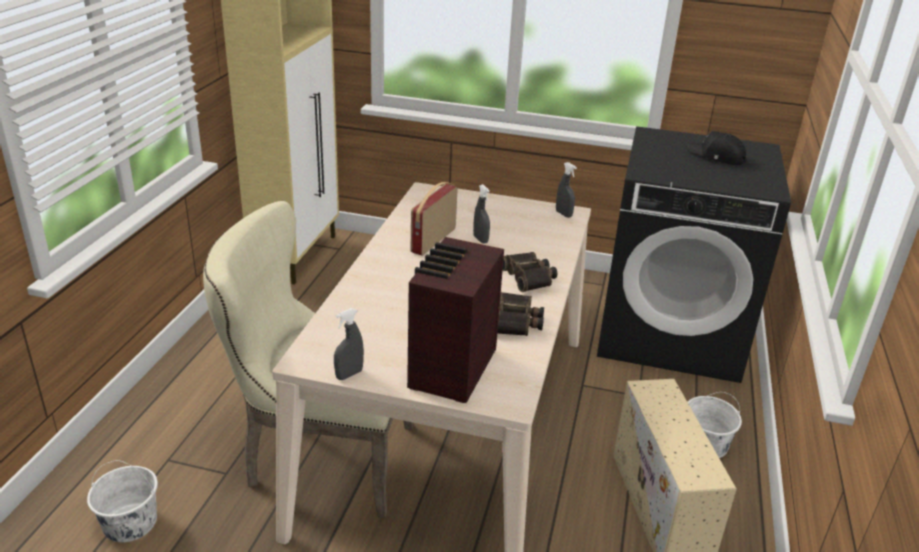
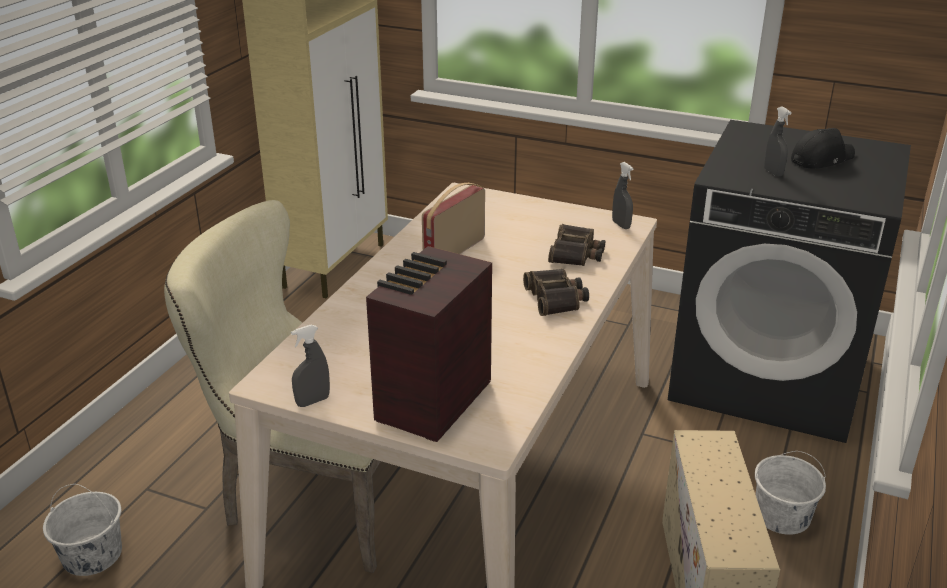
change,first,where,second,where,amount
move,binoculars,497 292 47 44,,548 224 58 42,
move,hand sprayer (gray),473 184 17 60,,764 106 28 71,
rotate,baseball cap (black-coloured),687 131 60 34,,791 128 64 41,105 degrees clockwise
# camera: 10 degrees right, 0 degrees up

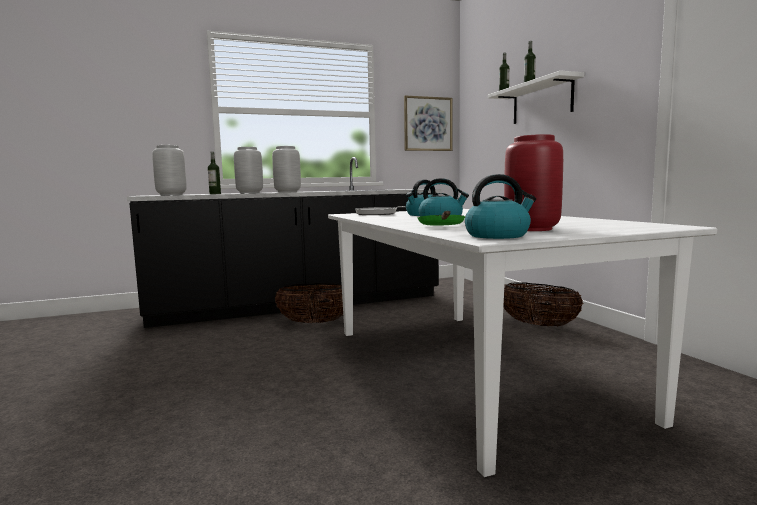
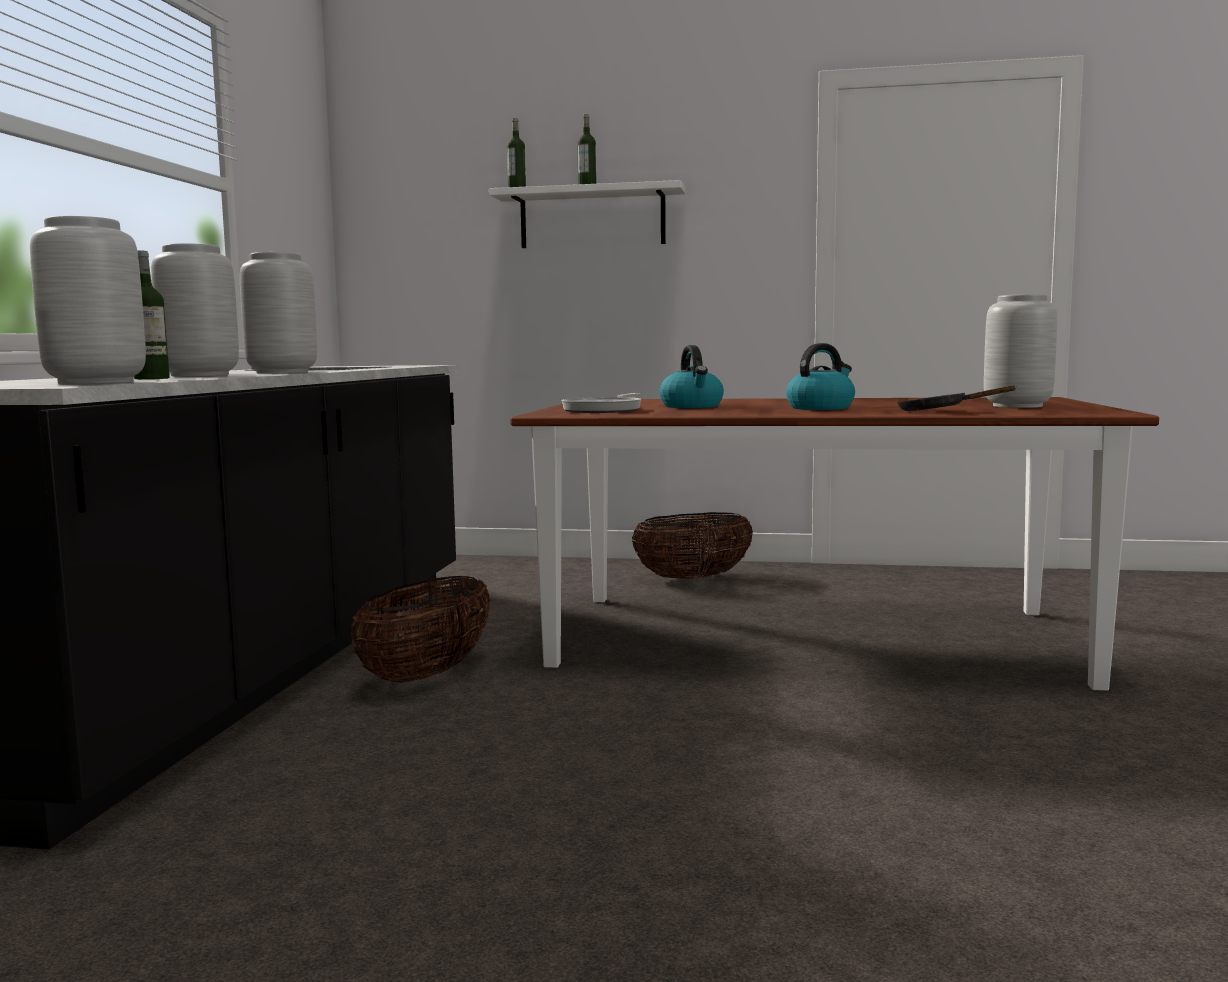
change,first,where,second,where,amount
recolor,dining table (whitish),328 209 389 268,dining table (brown-coloured),511 397 648 294,
recolor,skillet (greenish),417 211 48 15,skillet (black-coloured),897 385 120 26,
recolor,vase (red-coloured),504 134 59 97,vase (gray),984 294 73 114,
delete,picture,404 95 48 56,,,
delete,tea kettle,465 174 71 65,,,
# camera: 60 degrees left, 0 degrees up

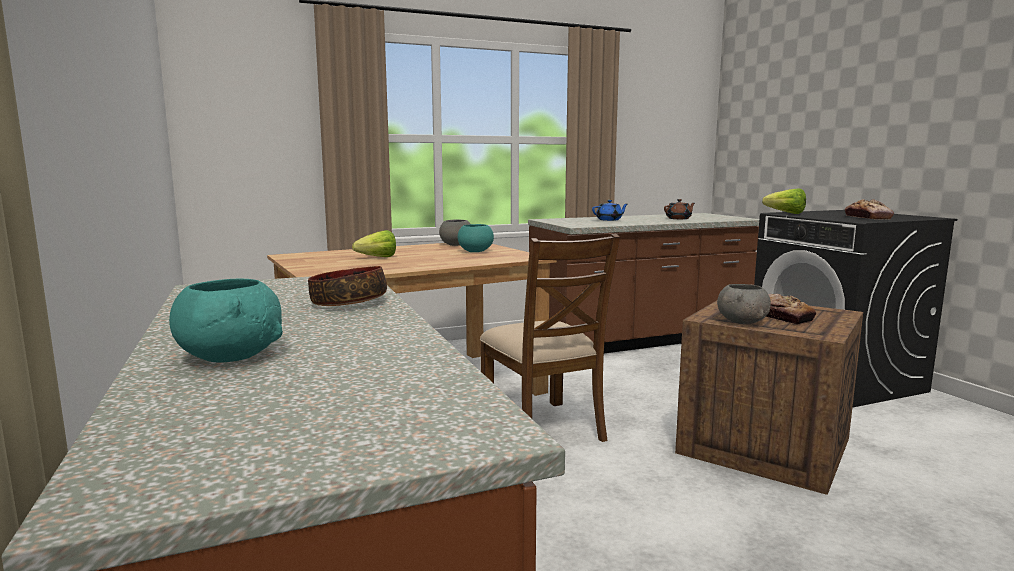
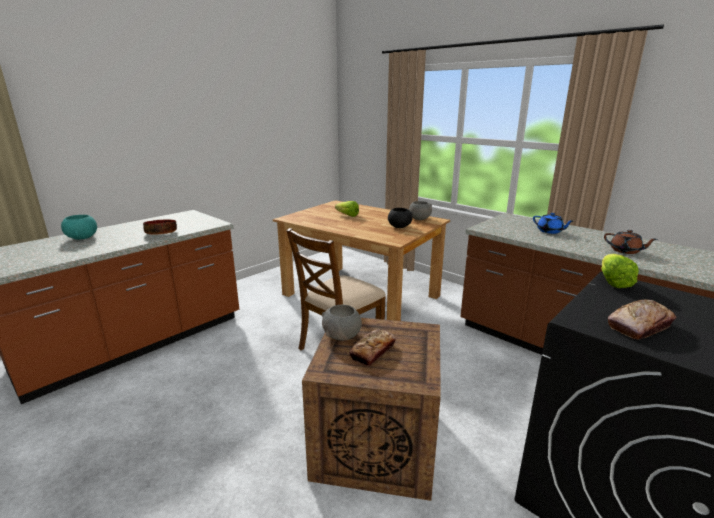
change,first,where,second,where,amount
recolor,bowl (blue-green),458 224 36 28,bowl (black-coloured),388 208 24 20,
# camera: 65 degrees right, 10 degrees up

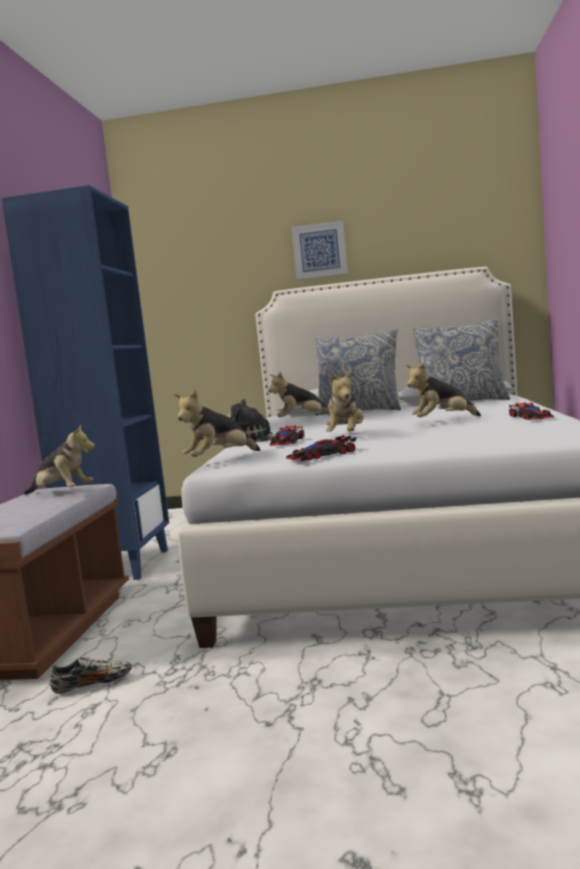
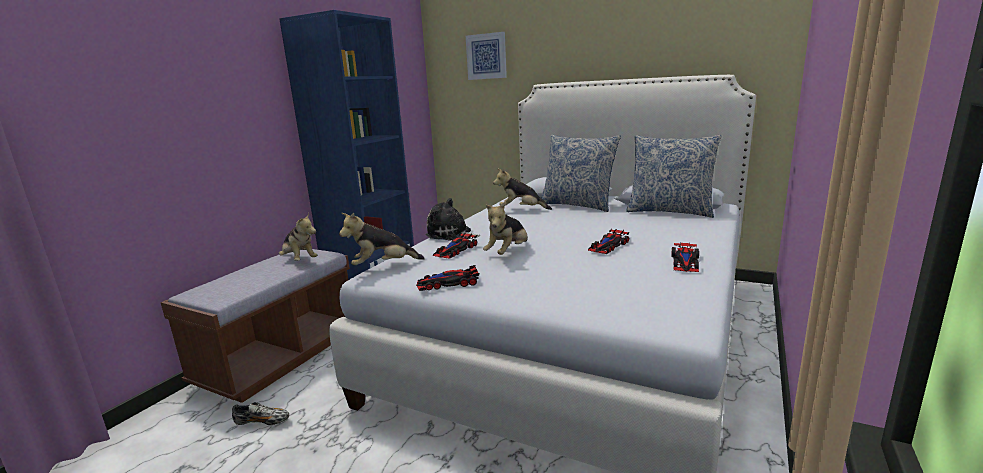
change,first,where,second,where,amount
move,picture,291 220 57 60,,466 32 41 48,
replace,soft toy,406 362 75 55,toy car,588 229 41 25,
# camera: 20 degrees right, 10 degrees up

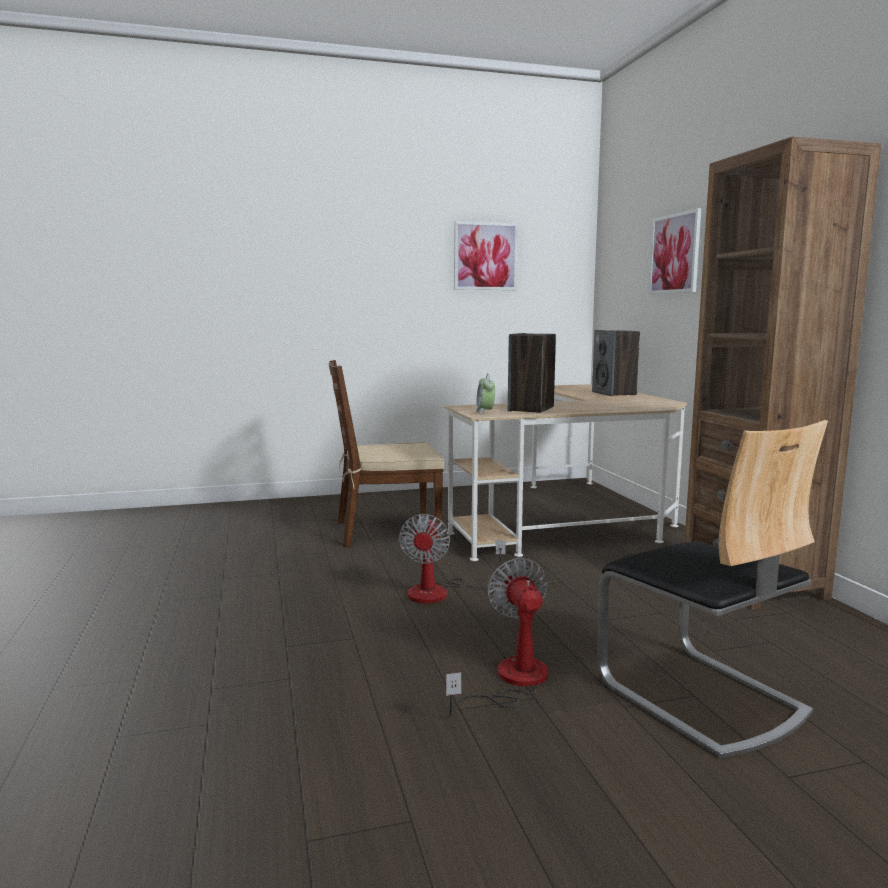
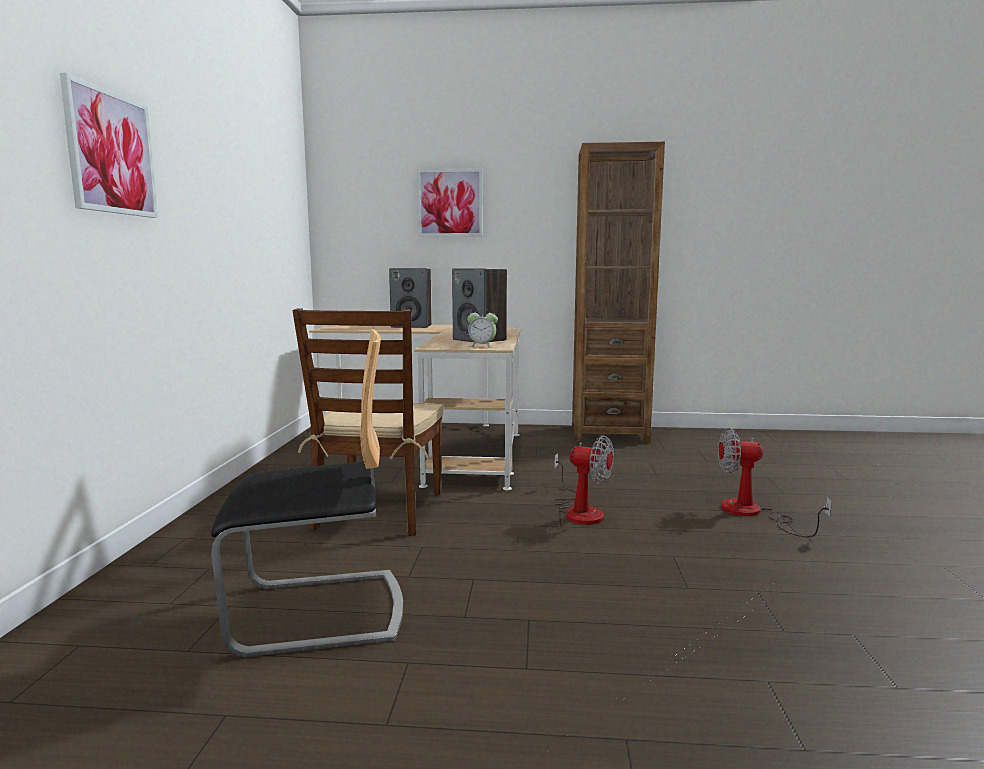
change,first,where,second,where,amount
move,picture,454 221 64 69,,60 73 98 145,
move,chair,597 420 231 339,,211 329 192 328,
# camera: 70 degrees left, 0 degrees up

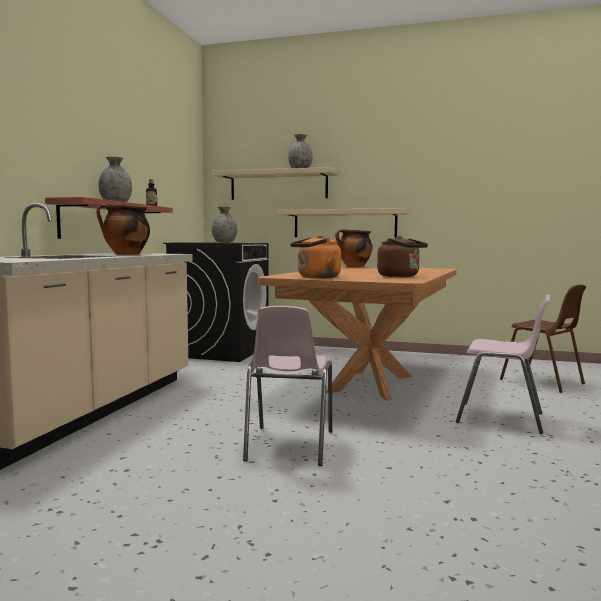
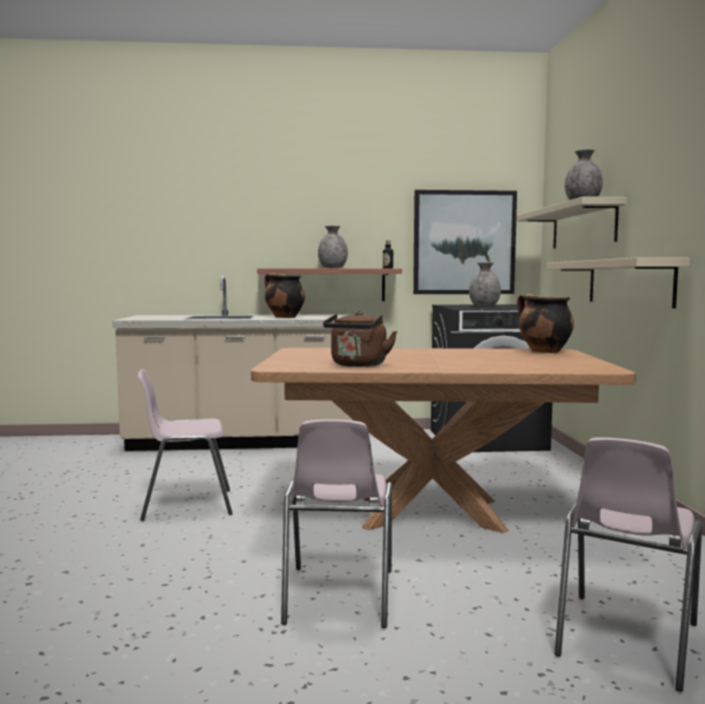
change,first,where,second,where,amount
insert,,,picture,413 190 104 104,
recolor,chair (brown-coloured),500 285 86 108,chair (pink),554 437 148 255,
delete,tea kettle (orange-coloured),290 235 51 43,,,
# camera: 70 degrees right, 0 degrees up

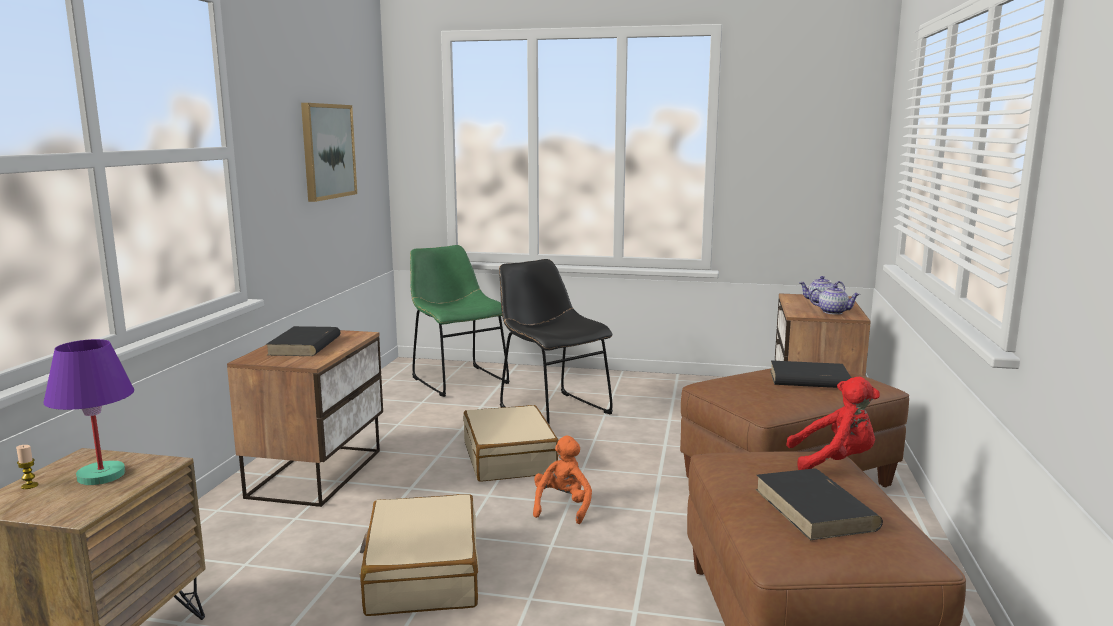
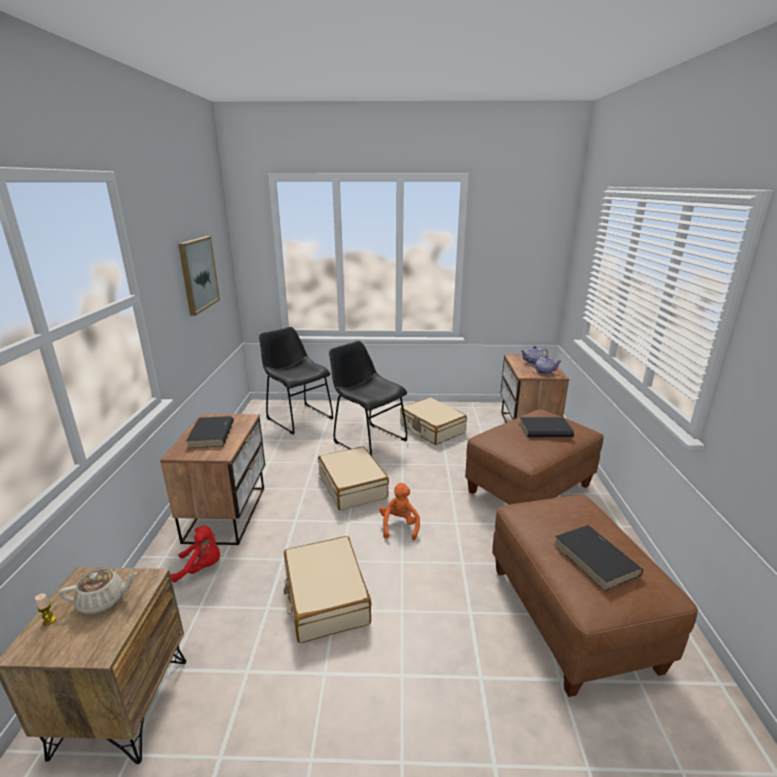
change,first,where,second,where,amount
replace,tabletop lamp (purple-coloured),43 339 91 146,teapot (beige),59 568 79 46,
move,soft toy (red-coloured),786 377 94 93,,170 526 50 57,
recolor,chair (greenish),410 245 99 152,chair (black-coloured),259 327 74 107,
insert,,,piece of luggage (beige),400 398 67 47,
# camera: 10 degrees left, 10 degrees up

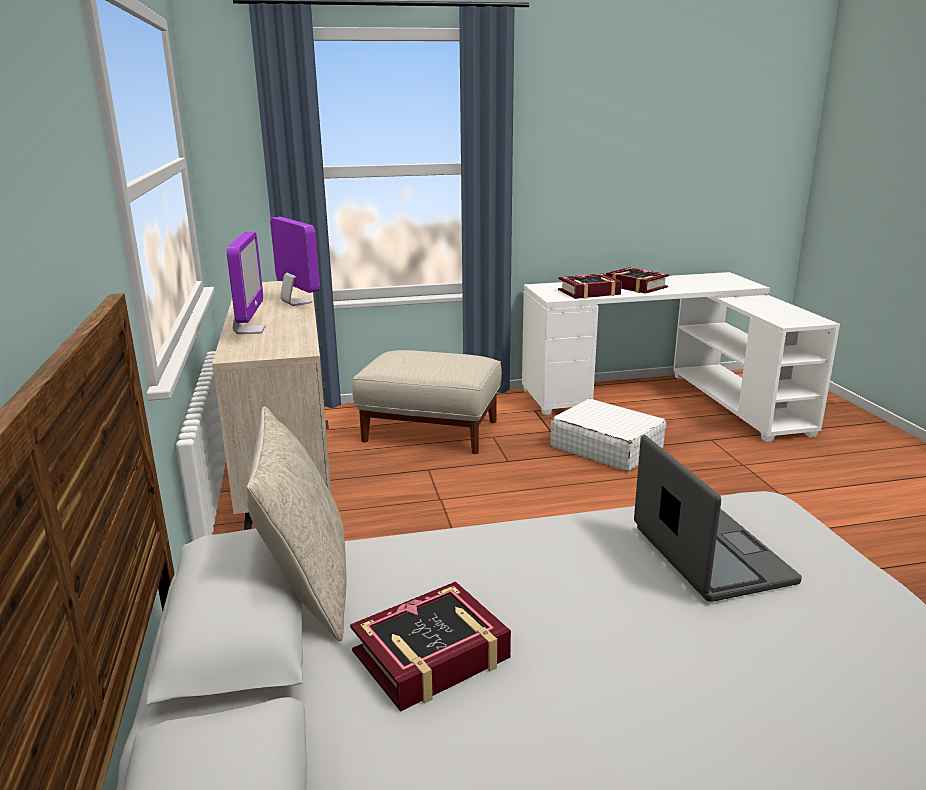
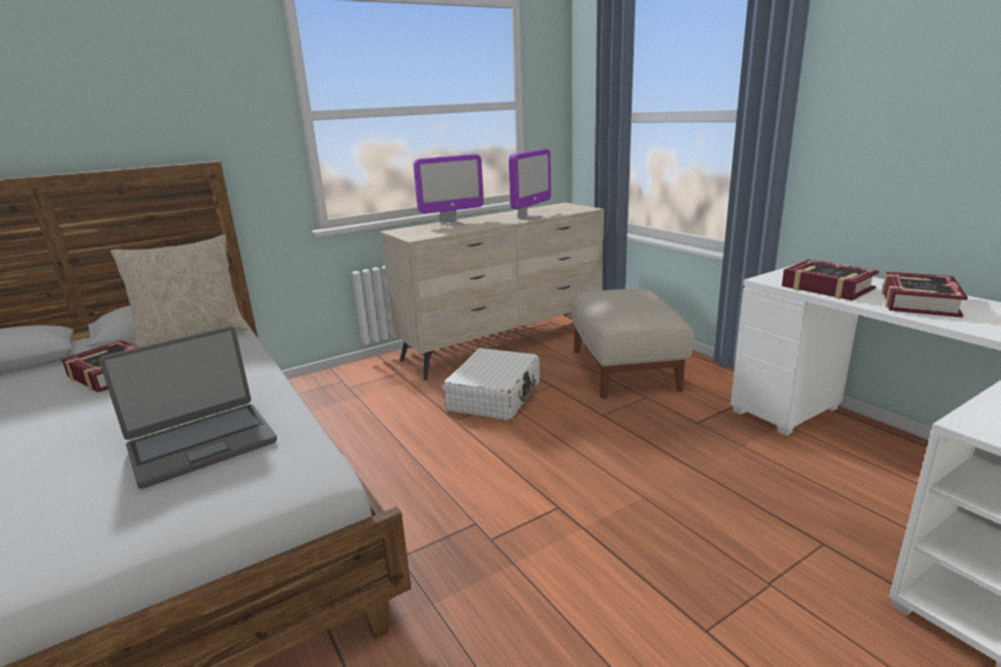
change,first,where,second,where,amount
move,piece of luggage (whitish),551 399 115 72,,443 348 97 73,
# camera: 70 degrees right, 0 degrees up

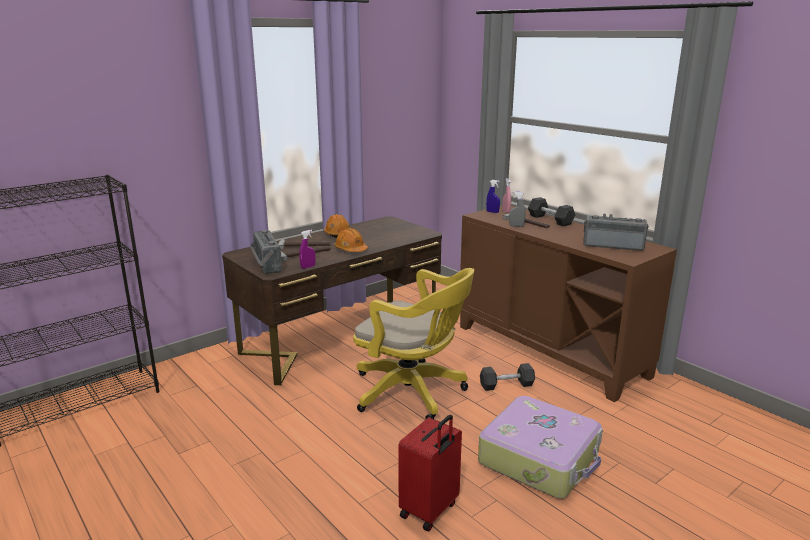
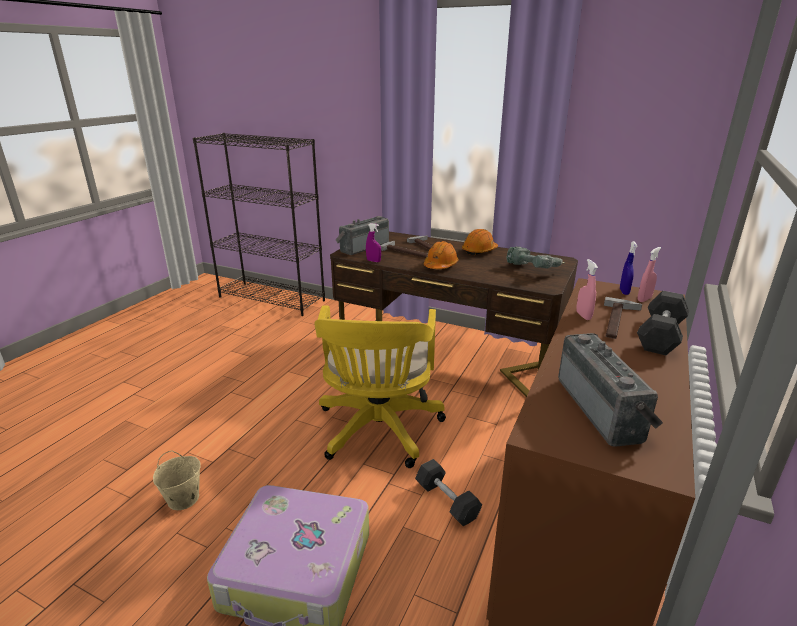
change,first,where,second,where,amount
replace,piece of luggage (red-coloured),398 414 64 117,water bucket (beige),153 450 48 60,
insert,,,power drill,507 246 59 23,
recolor,hand sprayer (gray),509 191 16 36,hand sprayer (pink),576 259 22 61,
# camera: 65 degrees right, 5 degrees up

